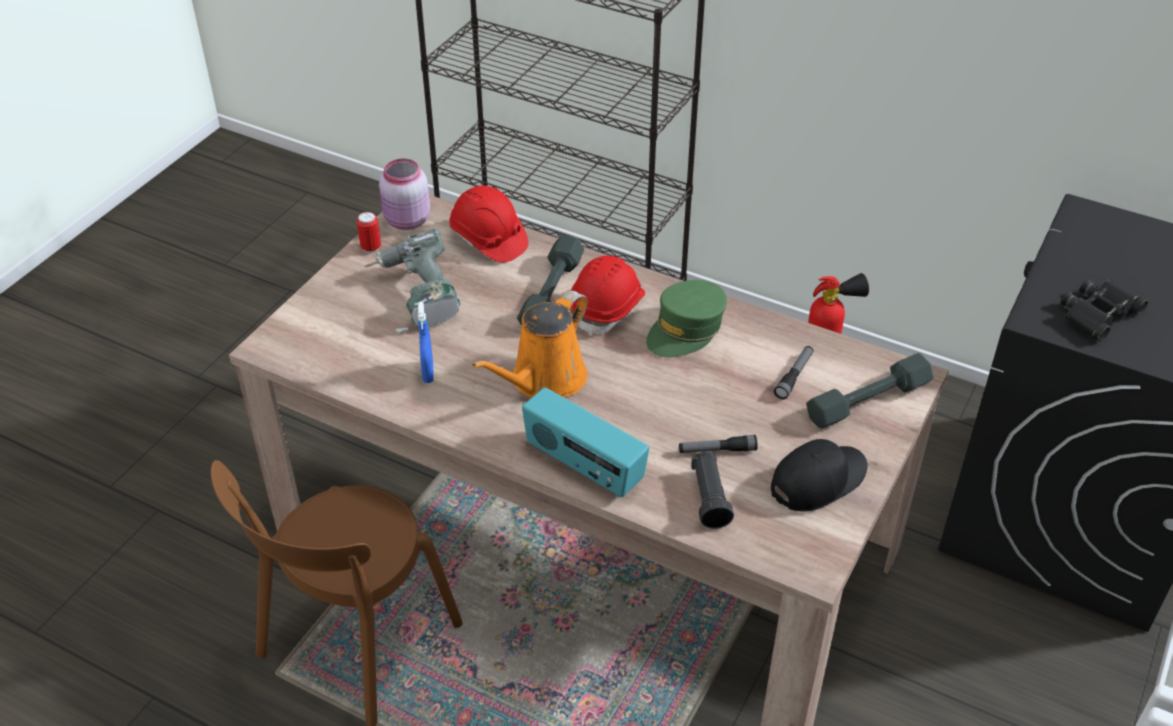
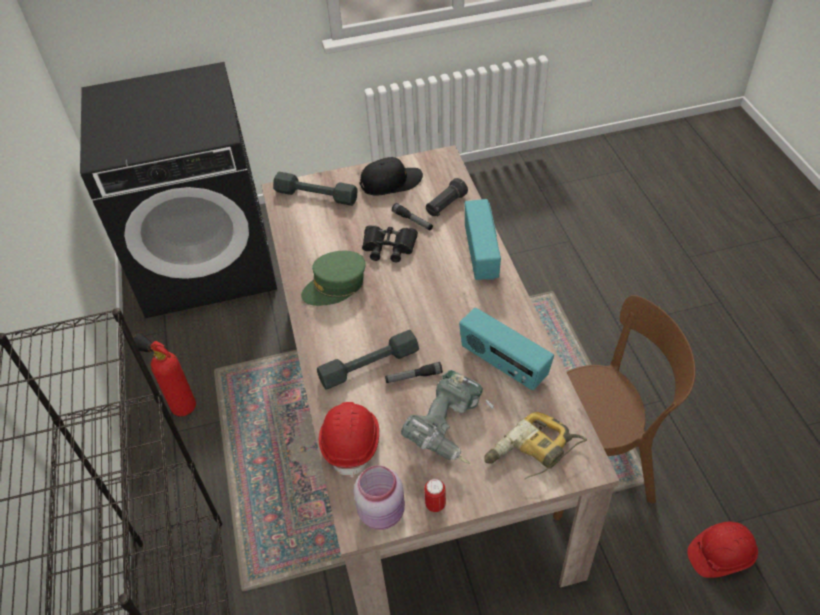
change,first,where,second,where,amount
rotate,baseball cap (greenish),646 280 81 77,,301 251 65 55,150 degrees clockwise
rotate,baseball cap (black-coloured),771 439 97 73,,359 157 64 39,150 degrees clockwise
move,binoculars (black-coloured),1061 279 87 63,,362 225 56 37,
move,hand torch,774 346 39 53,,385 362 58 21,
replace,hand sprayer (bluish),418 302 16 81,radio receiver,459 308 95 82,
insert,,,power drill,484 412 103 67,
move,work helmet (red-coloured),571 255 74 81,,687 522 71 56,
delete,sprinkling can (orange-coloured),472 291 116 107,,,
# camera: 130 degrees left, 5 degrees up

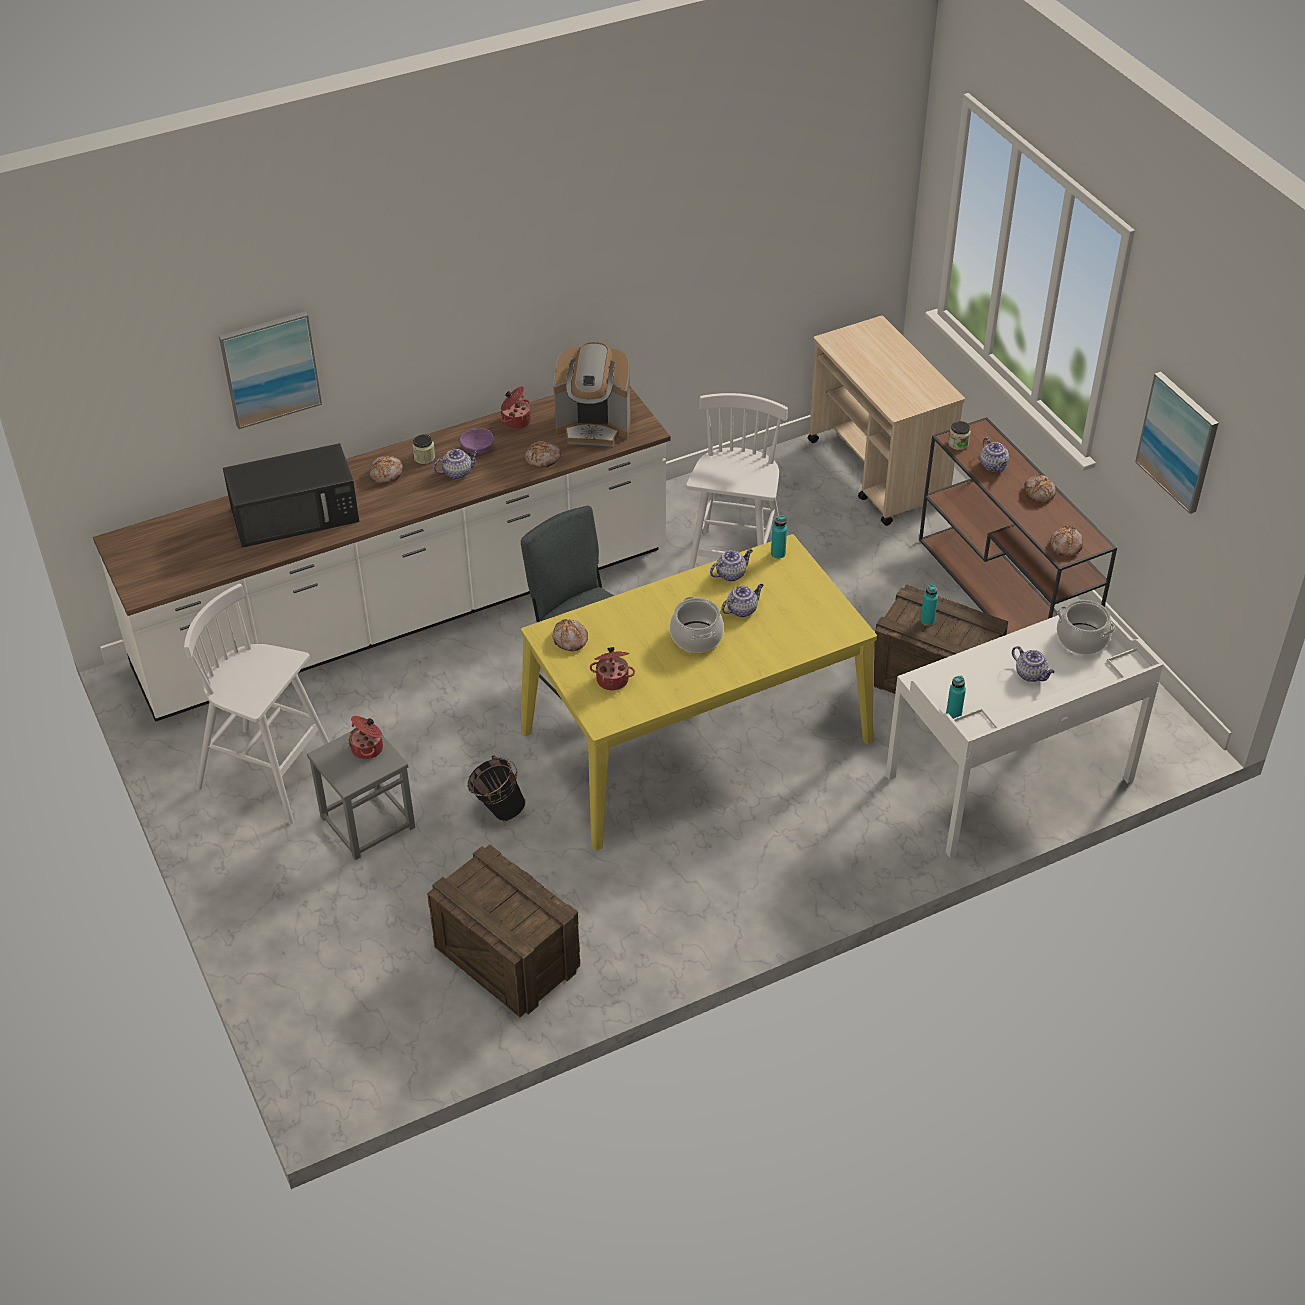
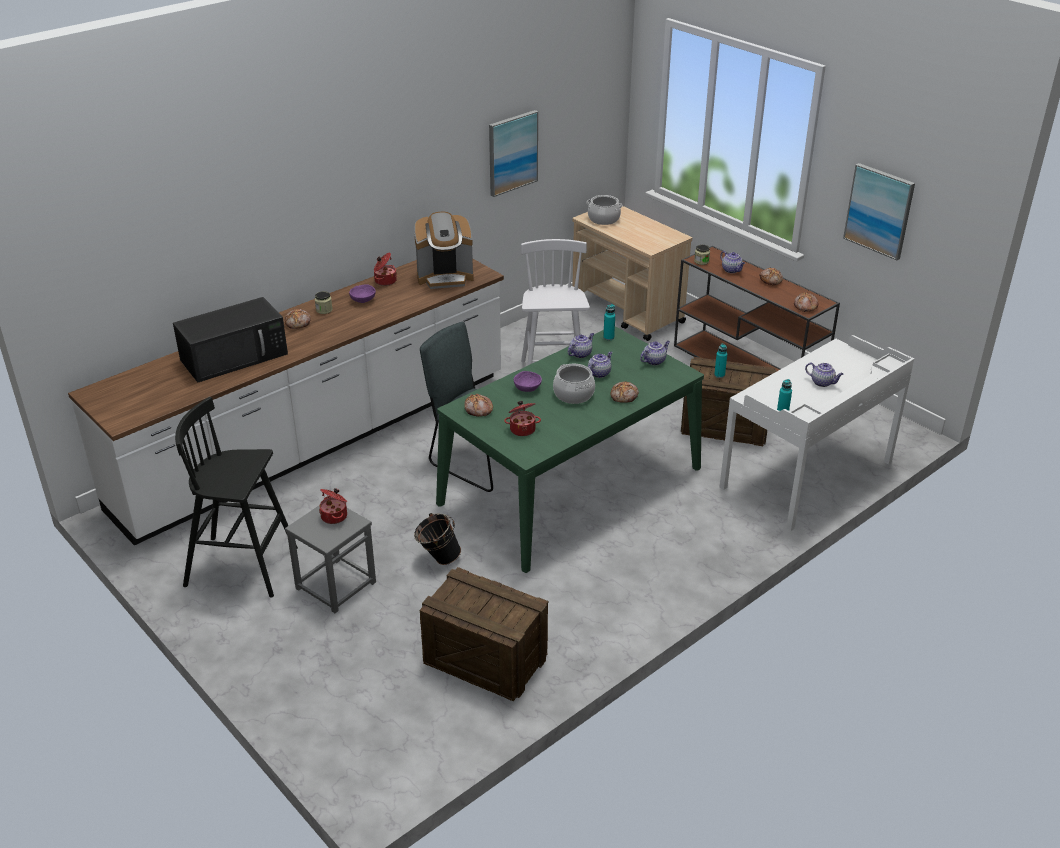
change,first,where,second,where,amount
recolor,stool seat (whitish),184 584 145 240,stool seat (black-coloured),175 397 123 201,
recolor,dining table (yellow-coloured),521 534 356 317,dining table (greenish),436 326 268 247,
move,picture,219 311 103 118,,489 110 49 87,
insert,,,bowl (purple-coloured),514 371 28 21,
move,saucepot,1057 600 59 55,,586 195 37 30,
move,baked bread,525 441 36 26,,610 381 29 22,
move,teapot,433 449 46 30,,640 341 30 24,
# camera: 15 degrees left, 10 degrees down

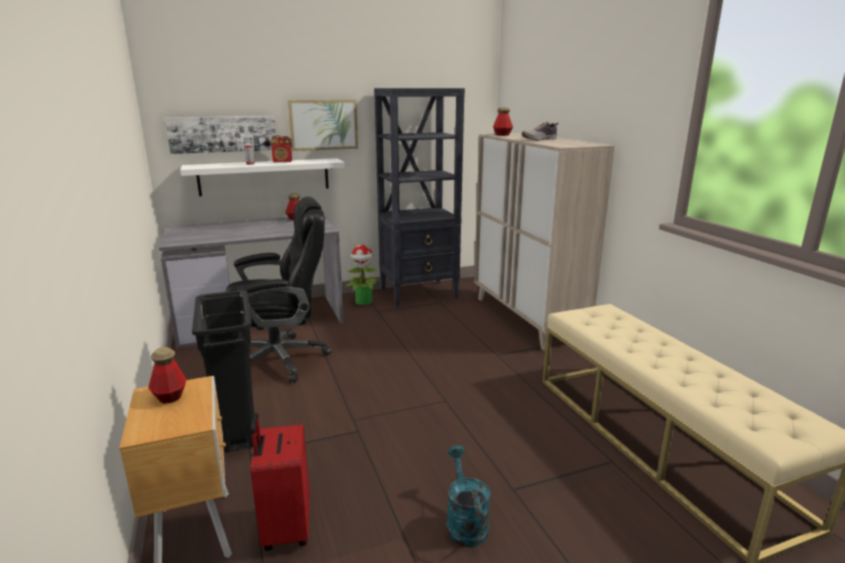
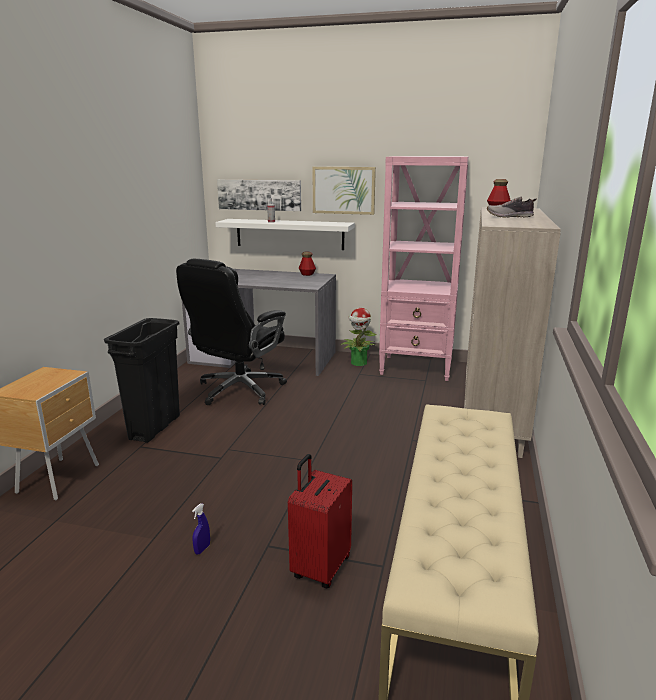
change,first,where,second,where,amount
rotate,desk chair (black-coloured),226 197 106 186,,176 259 111 146,105 degrees clockwise
replace,sprinkling can (blue-green),446 445 44 102,hand sprayer (bluish),192 503 18 51,
move,piece of luggage (red-coloured),250 413 60 138,,288 454 64 134,
recolor,bookshelf (black-coloured),374 88 91 219,bookshelf (pink),379 156 90 225,
delete,bottle,148 347 39 57,,,
delete,radio receiver,270 135 22 27,,,
# camera: 35 degrees right, 0 degrees up

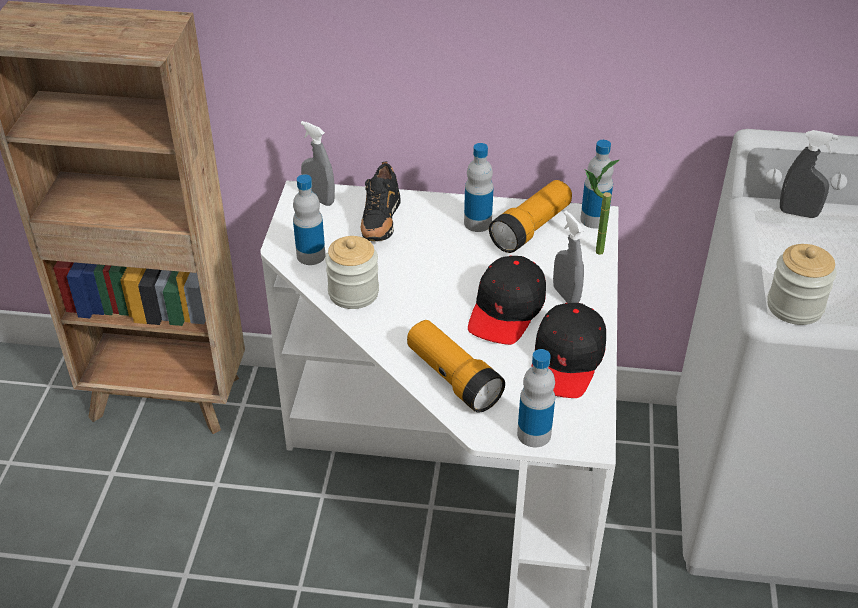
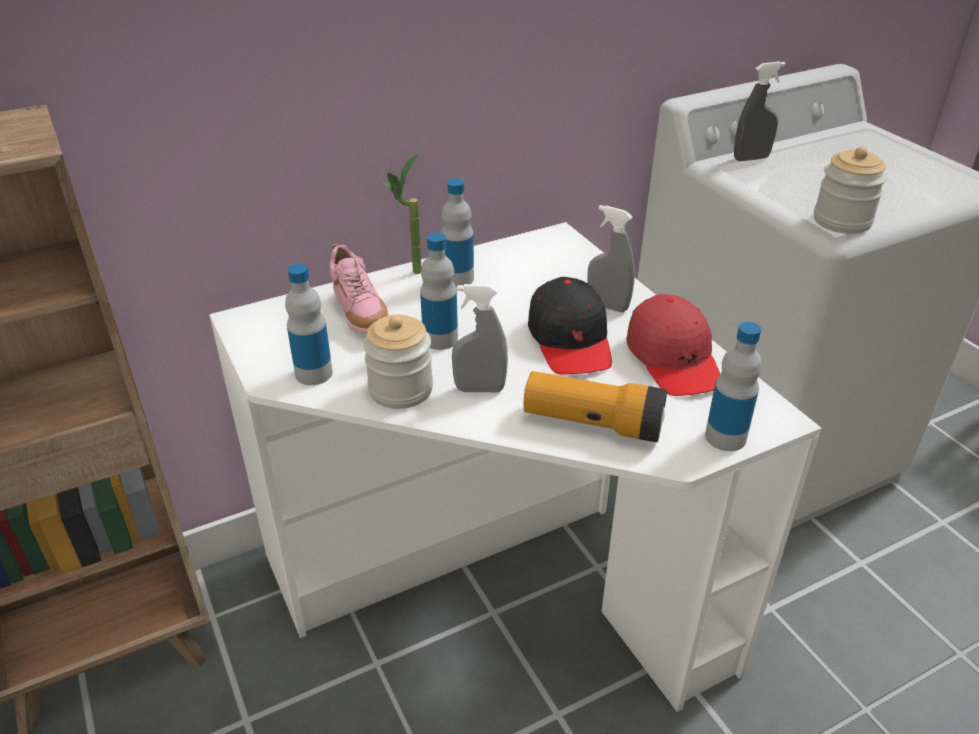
change,first,where,second,where,amount
recolor,low shoe (black-coloured),361 162 40 79,low shoe (pink),330 243 59 91,
move,plant in a pot,584 160 35 95,,383 153 38 121,
move,bottle,580 140 34 89,,420 233 38 117,
move,hand sprayer (gray),301 121 34 85,,452 284 56 108,
recolor,baseball cap (black-coloured),532 303 74 95,baseball cap (red-coloured),626 294 94 102,
delete,hand torch,489 180 83 73,,,
# camera: 35 degrees left, 5 degrees down

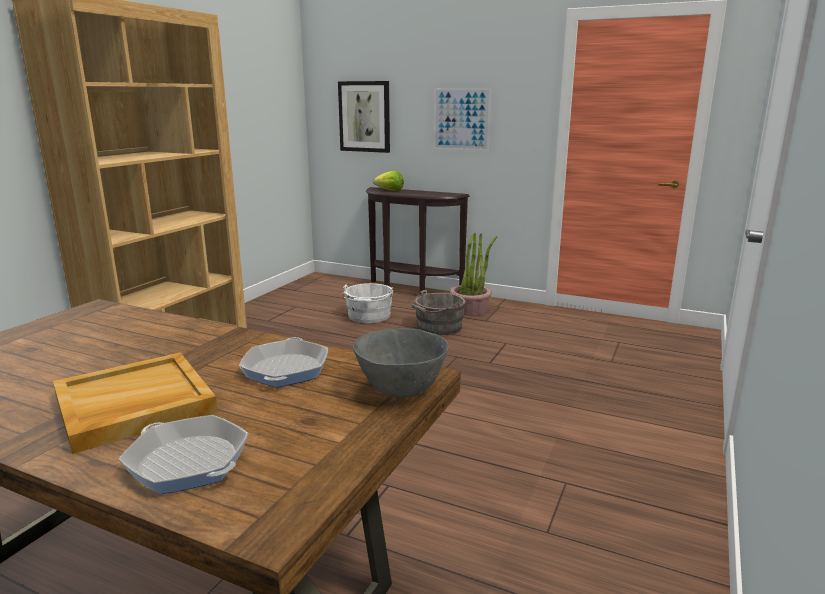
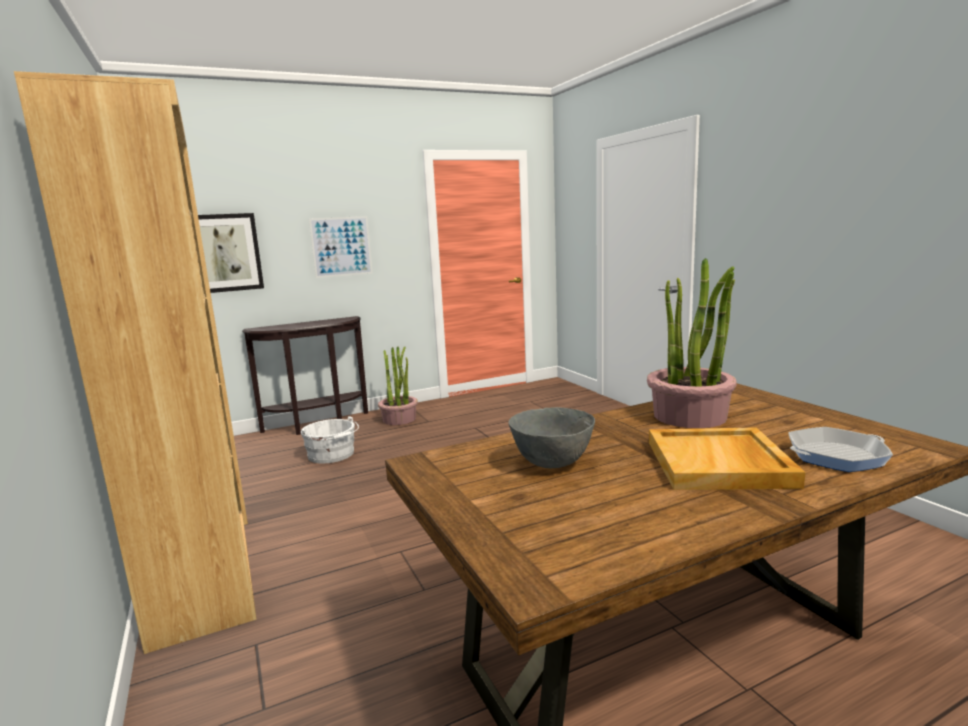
change,first,where,second,where,amount
move,bowl (gray),353 328 96 70,,508 407 87 61,
replace,skillet,239 337 89 50,plant in a pot,647 258 90 170,
delete,head of lettuce,373 171 31 20,,,
delete,water bucket (gray),409 290 57 45,,,
# camera: 50 degrees left, 5 degrees down

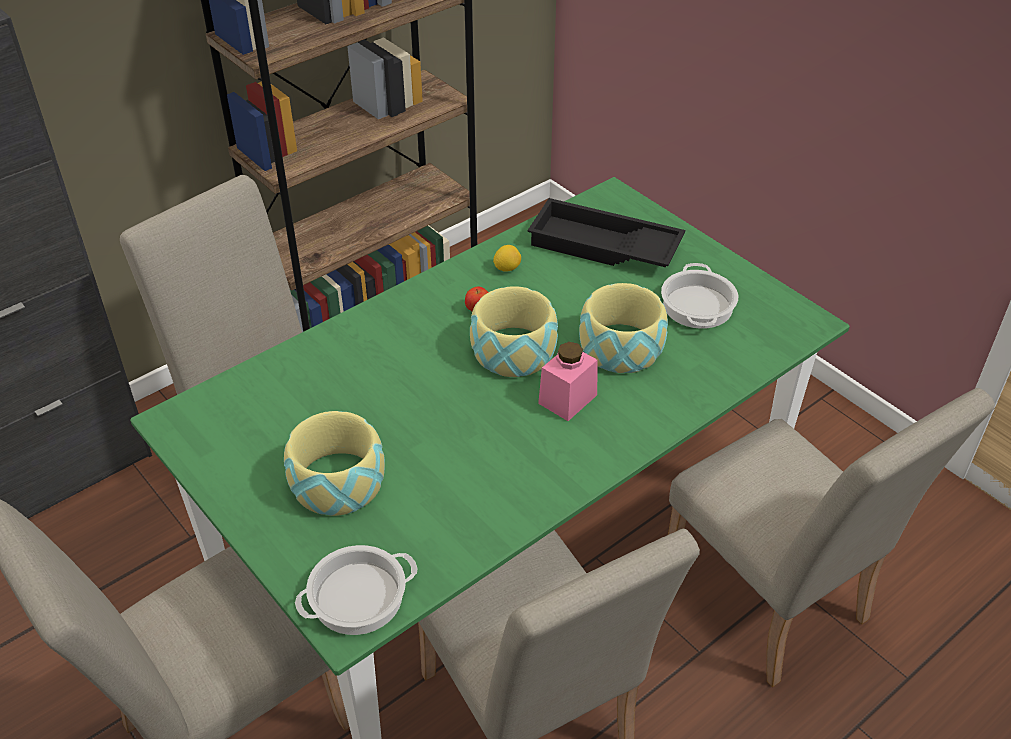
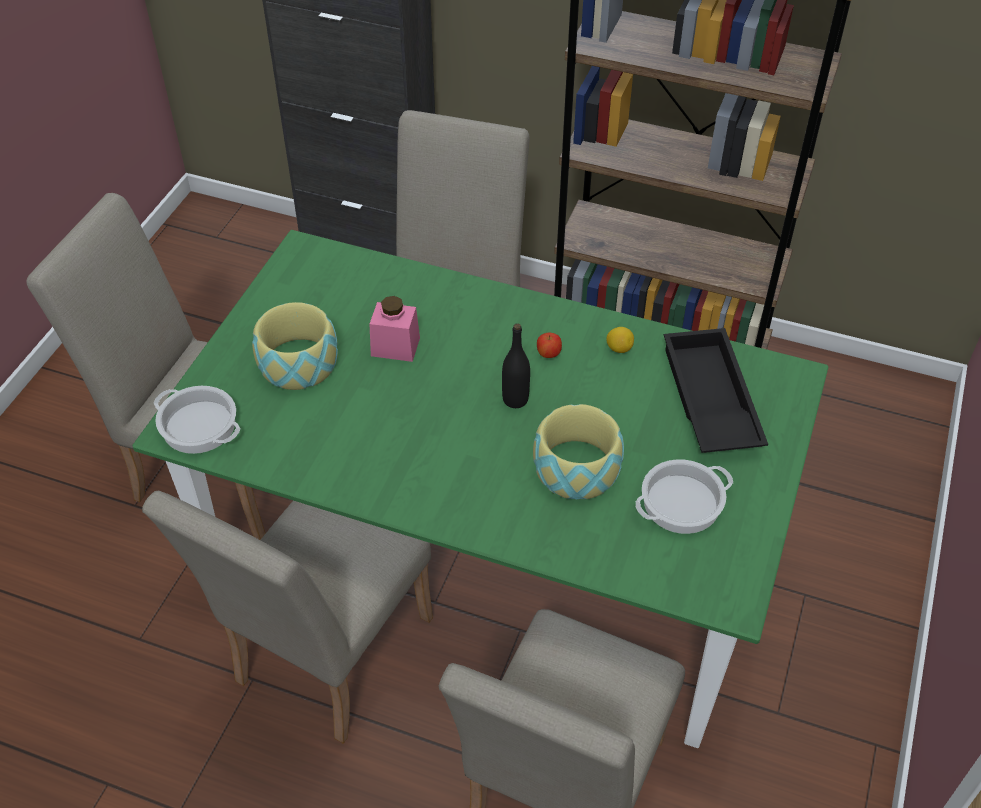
change,first,where,second,where,amount
move,jar (pink),538 342 60 79,,369 296 51 66,
replace,bowl,470 286 88 91,bottle (black-coloured),502 324 28 84,
# camera: 60 degrees right, 5 degrees up

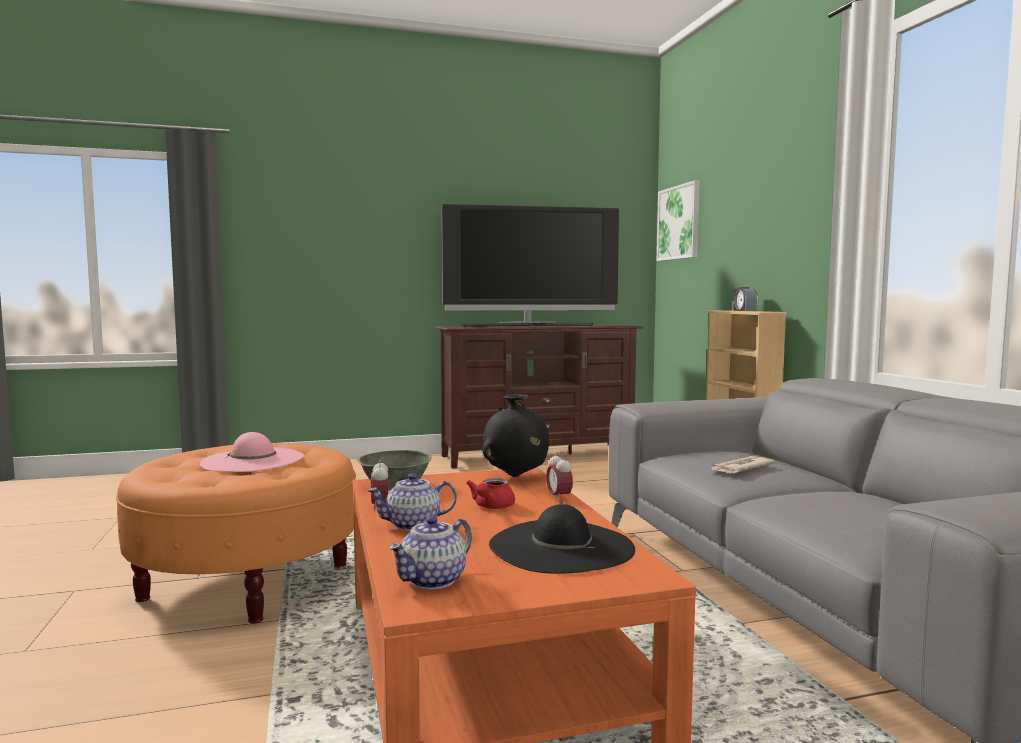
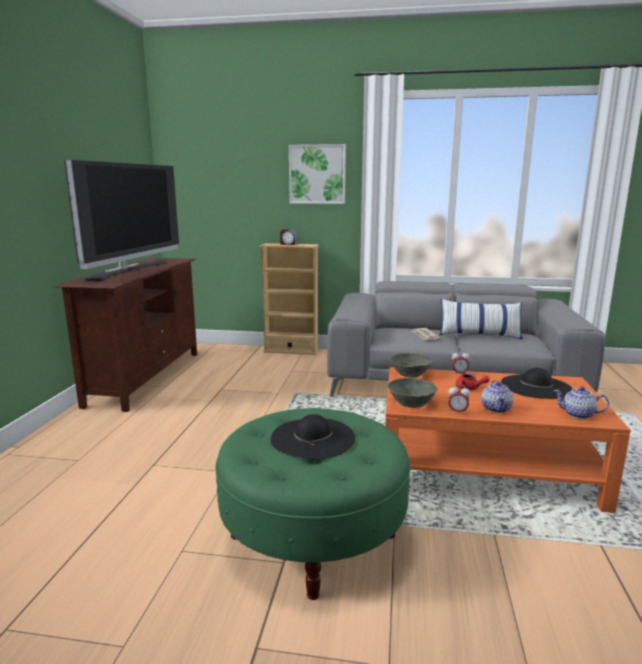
change,first,where,second,where,amount
recolor,footrest (orange-coloured),116 443 240 180,footrest (greenish),215 408 195 192,
recolor,hat (pink),200 432 104 40,hat (black-coloured),271 414 84 45,
move,picture,657 180 43 81,,289 144 57 60,
replace,vase (black-coloured),482 394 67 83,bowl (gray),390 353 42 24,
insert,,,pillow,439 299 84 41,
rotate,teapot,388 516 84 74,,554 386 55 33,135 degrees clockwise
# camera: 65 degrees left, 10 degrees up

